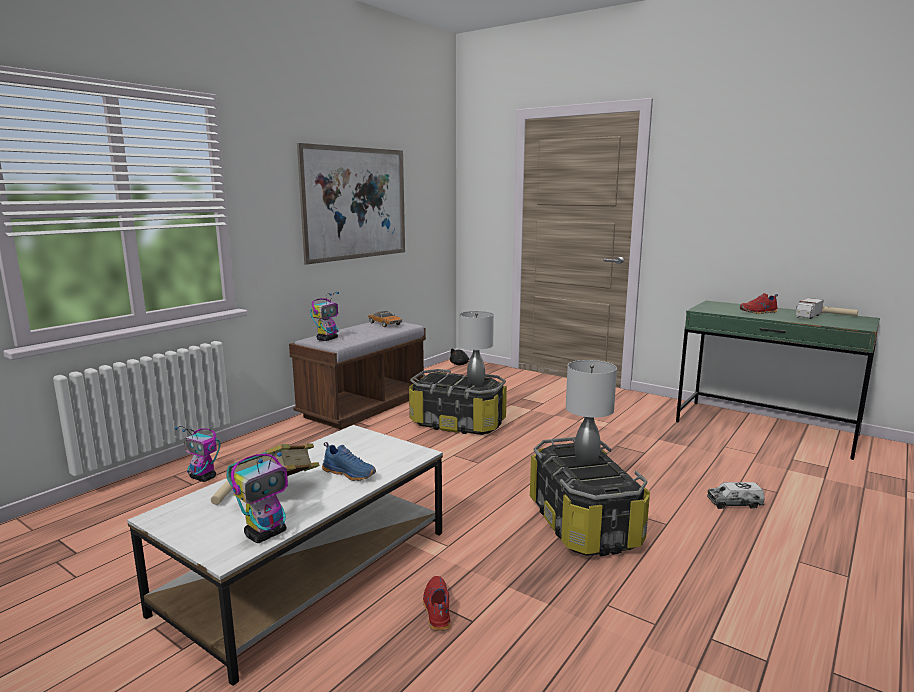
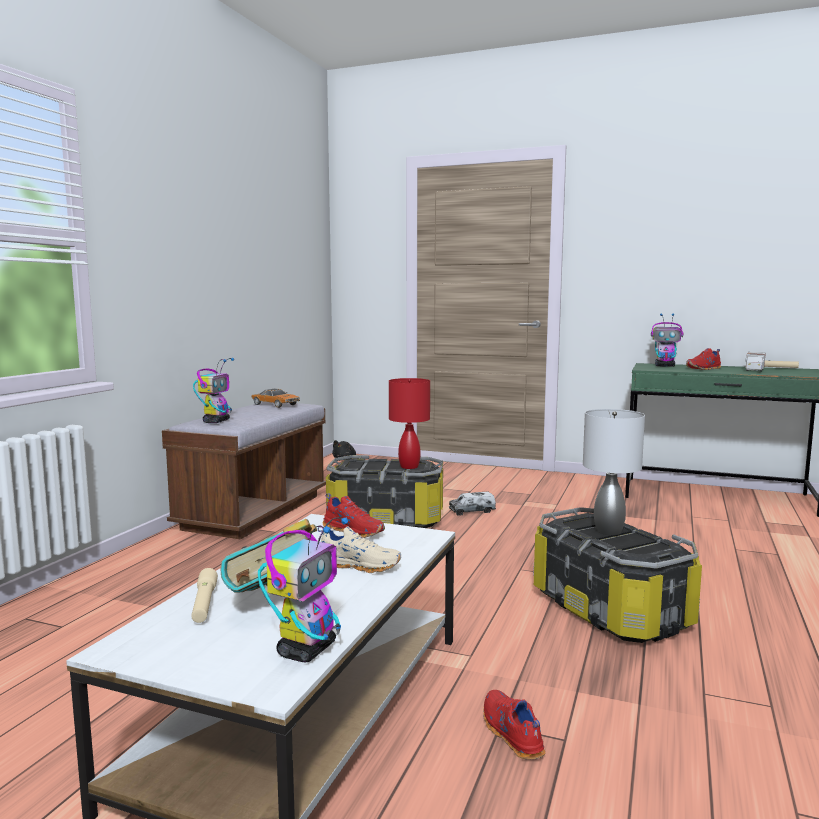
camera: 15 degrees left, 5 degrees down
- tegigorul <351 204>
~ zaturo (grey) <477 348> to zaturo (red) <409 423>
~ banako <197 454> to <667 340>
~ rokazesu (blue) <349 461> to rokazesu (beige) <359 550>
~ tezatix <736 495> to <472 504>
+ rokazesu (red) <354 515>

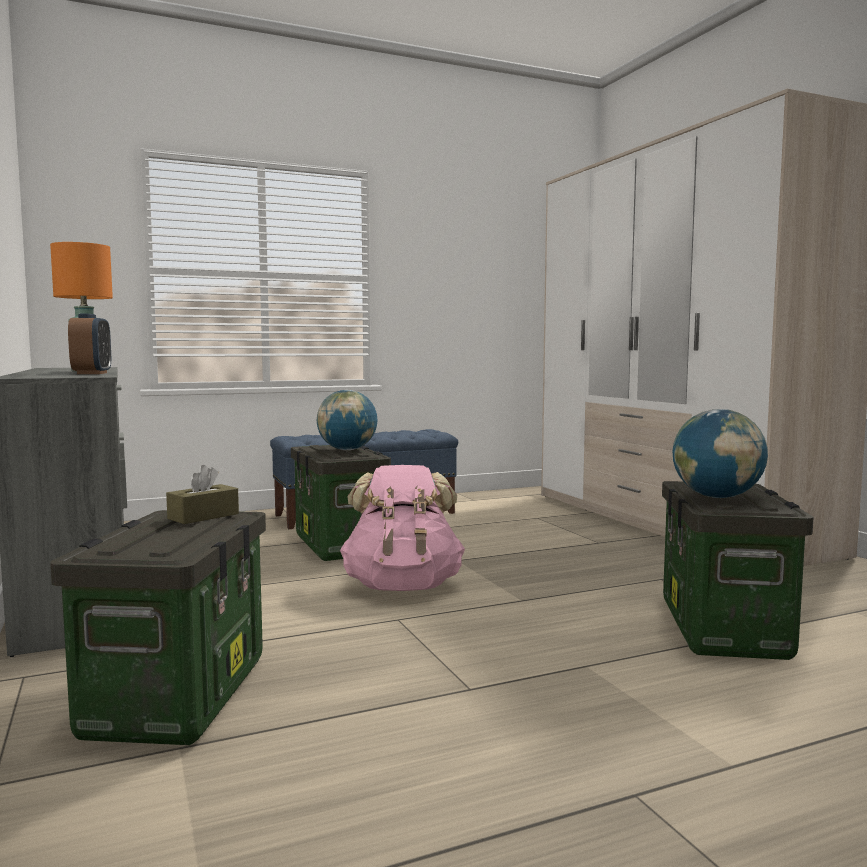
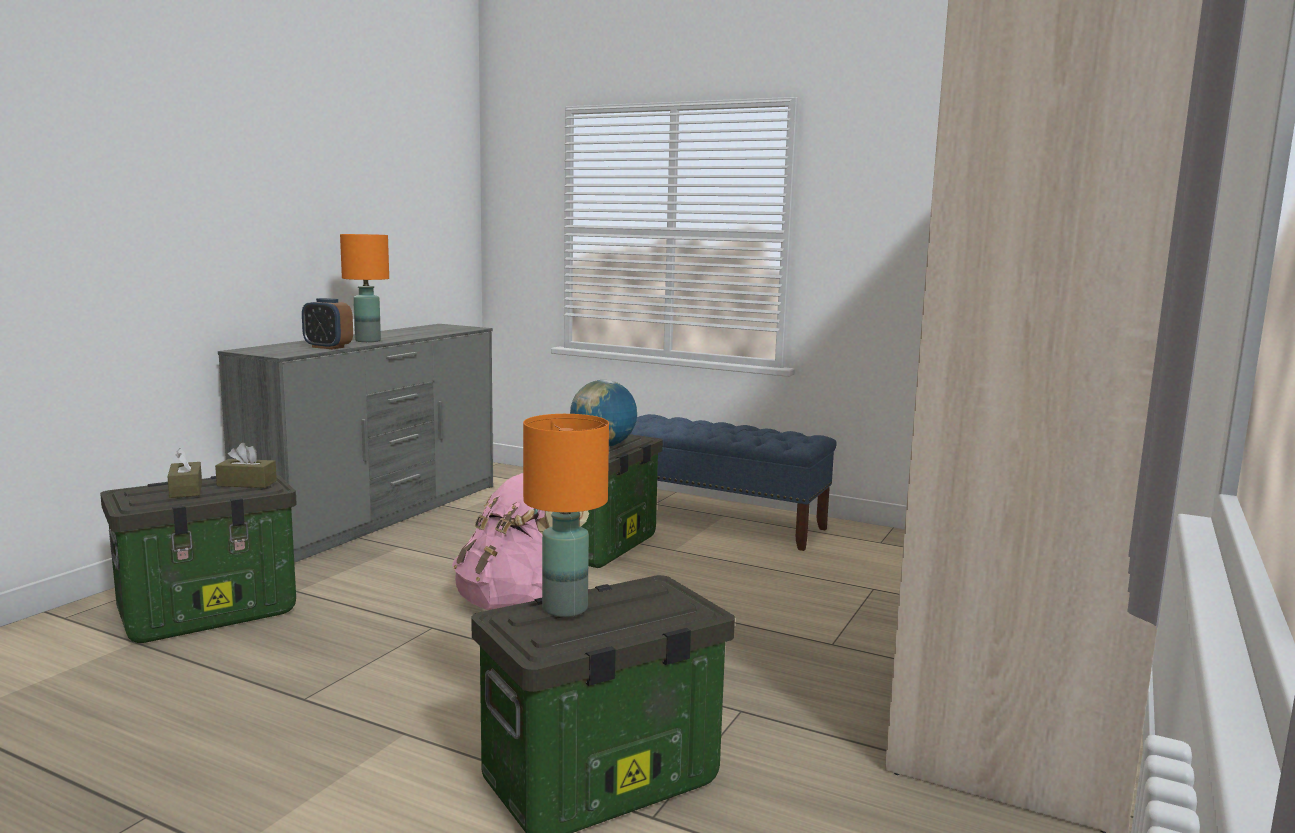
camera: 50 degrees right, 5 degrees up
~ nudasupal <89 344> = <327 323> 75 degrees clockwise
~ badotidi <720 453> to zaturo (orange) <566 515>
+ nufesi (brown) <184 473>

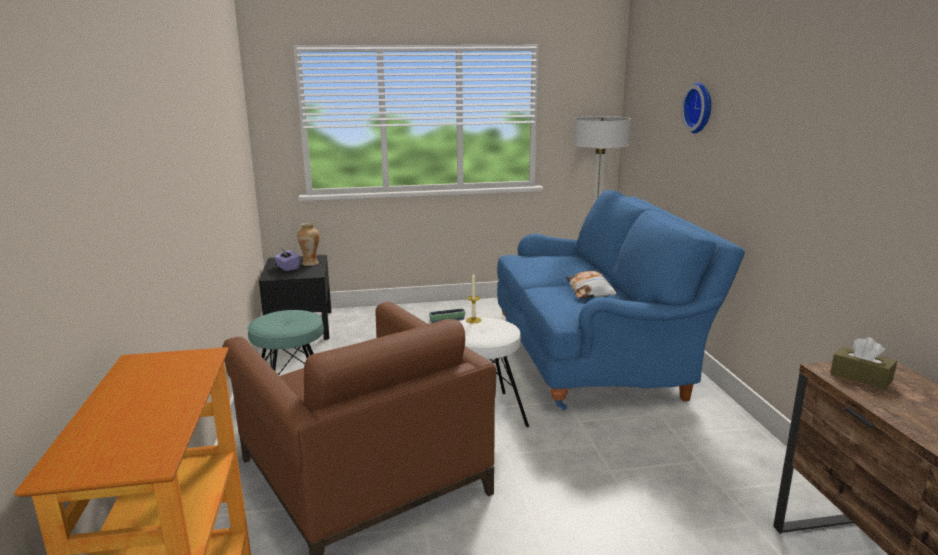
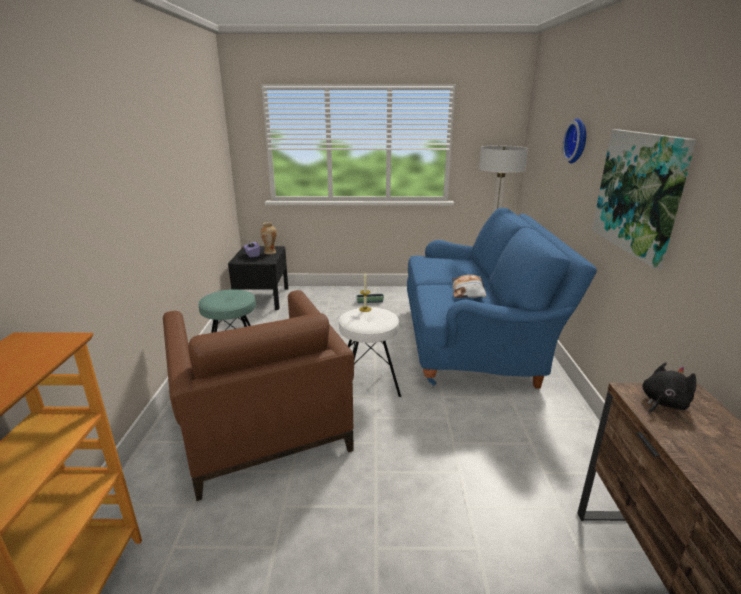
camera: 10 degrees right, 5 degrees up
~ nufesi (brown) <864 363> to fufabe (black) <669 388>
+ tegigorul <644 199>

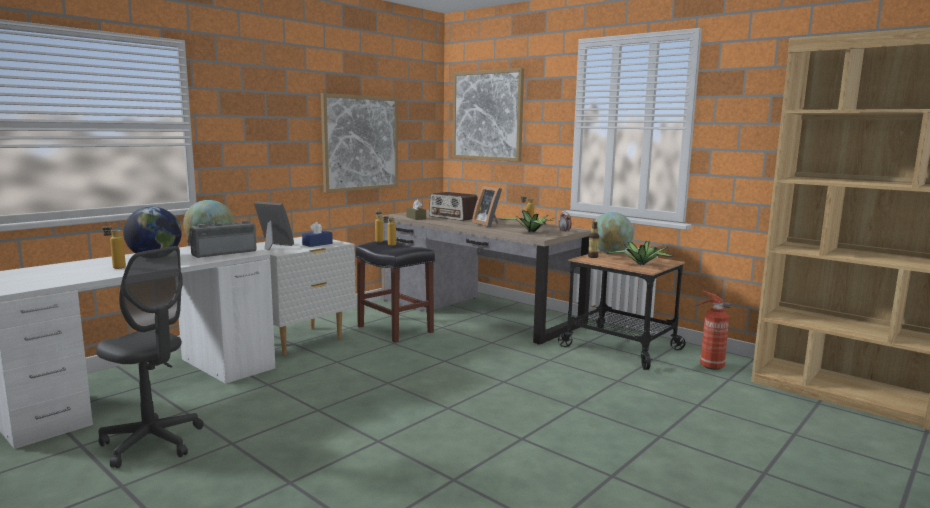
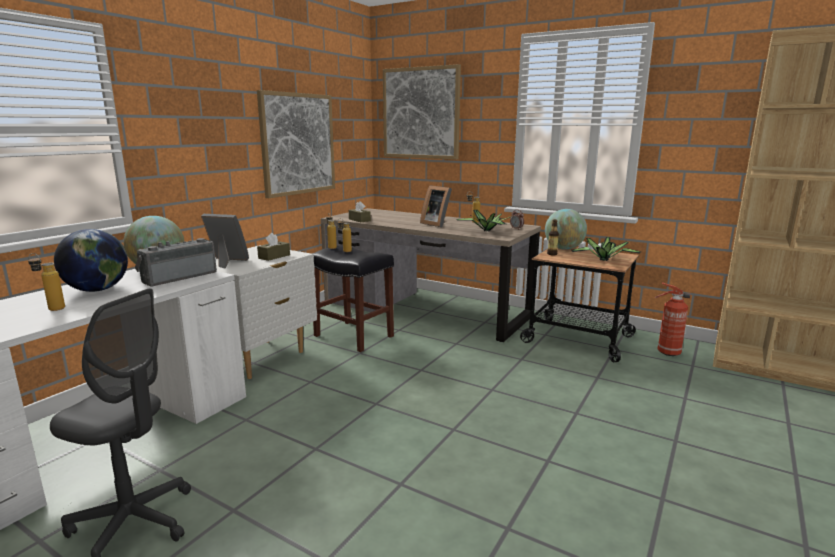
camera: 10 degrees left, 5 degrees up
- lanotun <453 206>
~ nufesi (blue) <317 234> to nufesi (brown) <273 247>

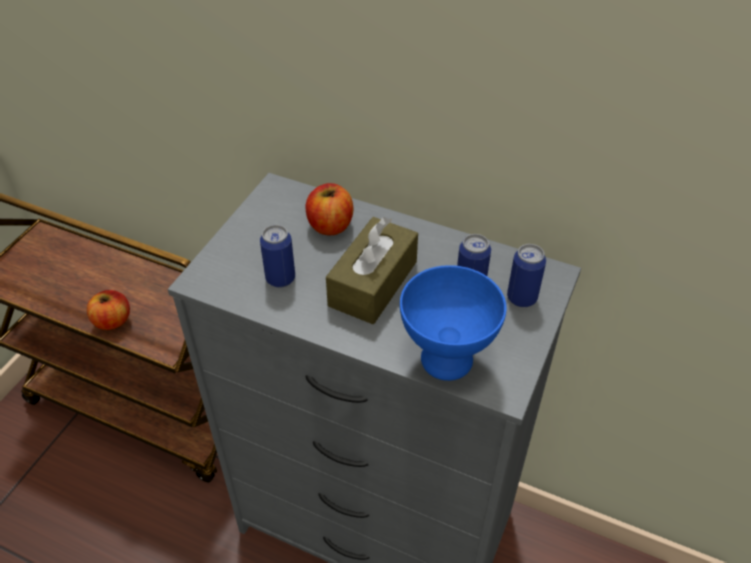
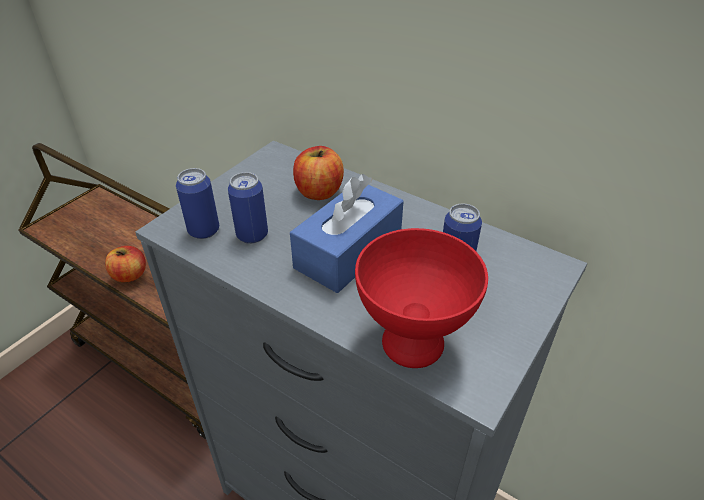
camera: 10 degrees right, 5 degrees down
~ nufesi (brown) <372 270> to nufesi (blue) <347 233>
~ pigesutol <526 275> to <197 203>
~ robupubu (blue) <453 323> to robupubu (red) <421 298>

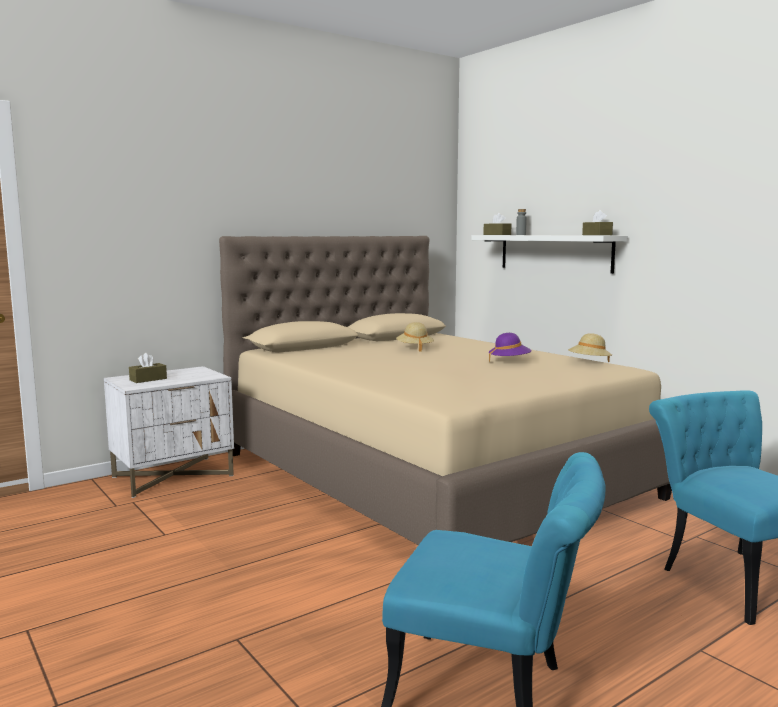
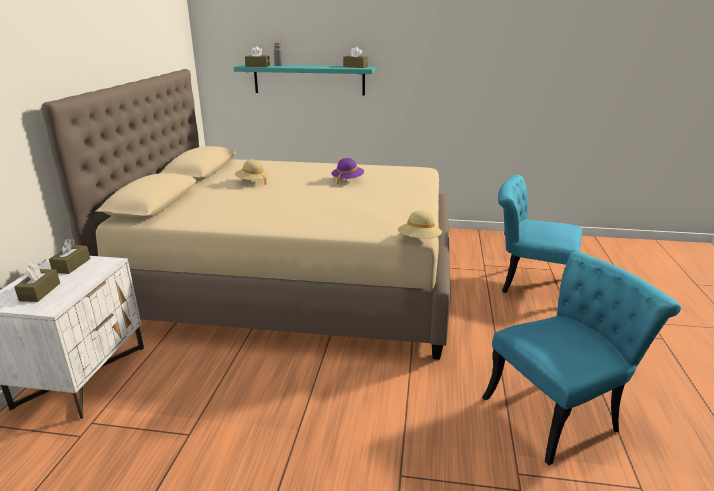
camera: 45 degrees left, 15 degrees up
~ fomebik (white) <549 254> to fomebik (turquoise) <305 80>
~ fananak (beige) <590 347> to <420 224>
+ nufesi (brown) <69 256>

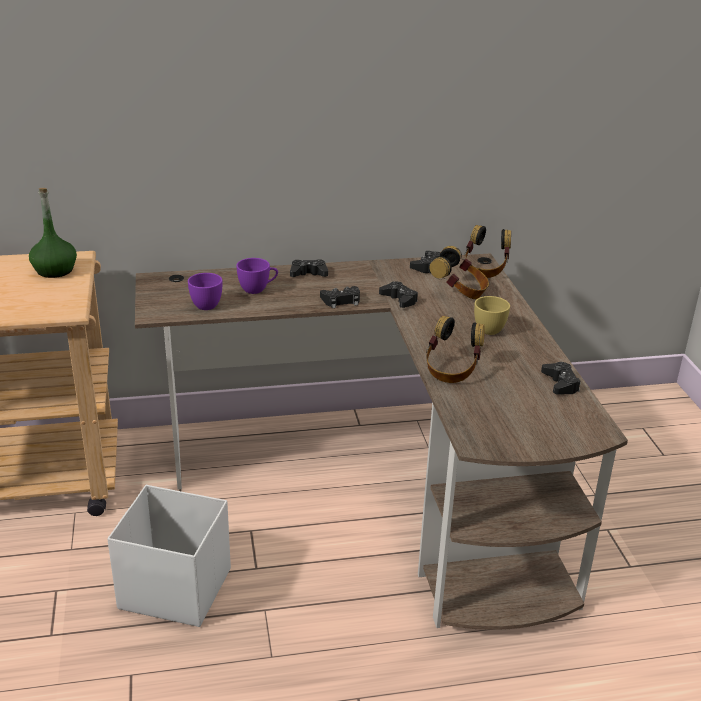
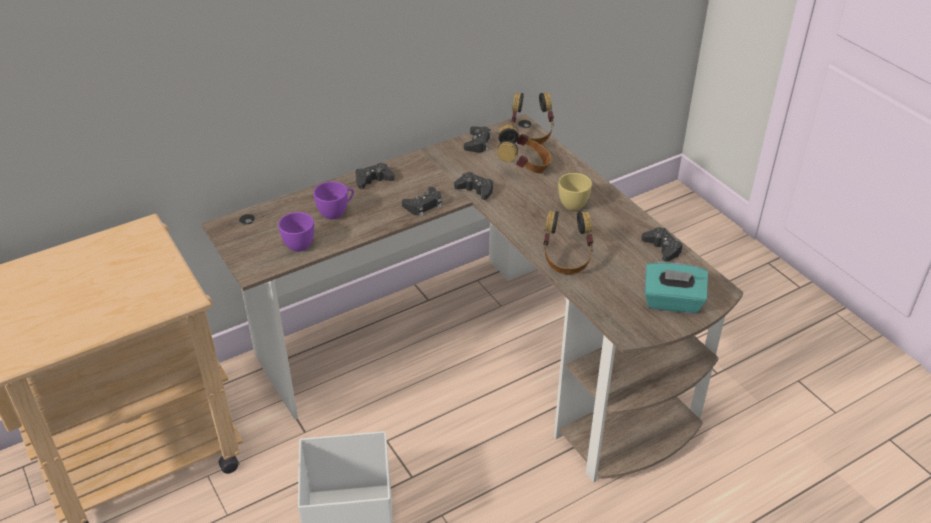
camera: 20 degrees left, 10 degrees up
- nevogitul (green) <53 233>
+ nufesi (turquoise) <676 288>

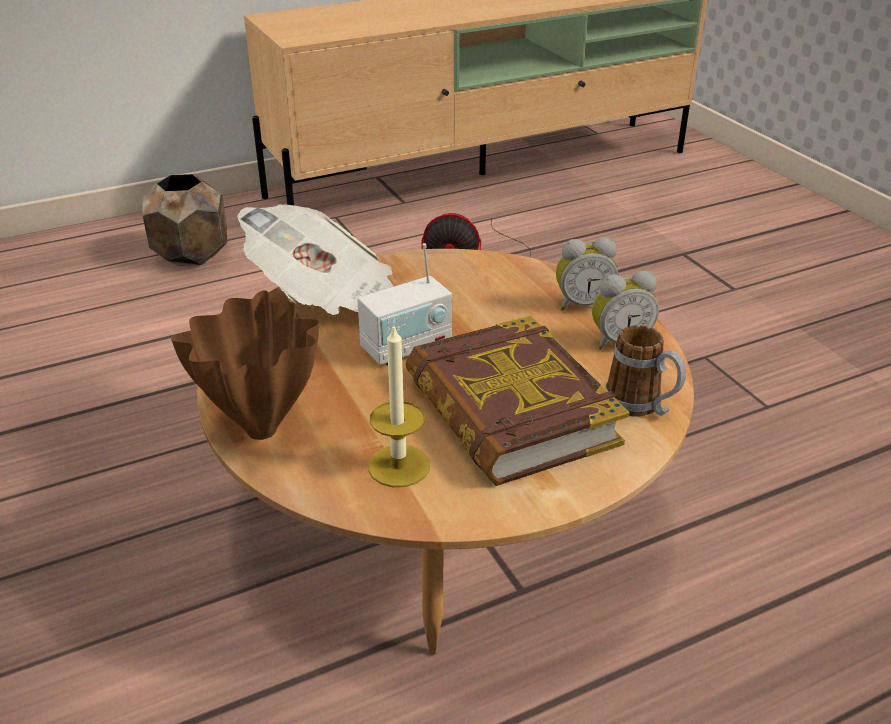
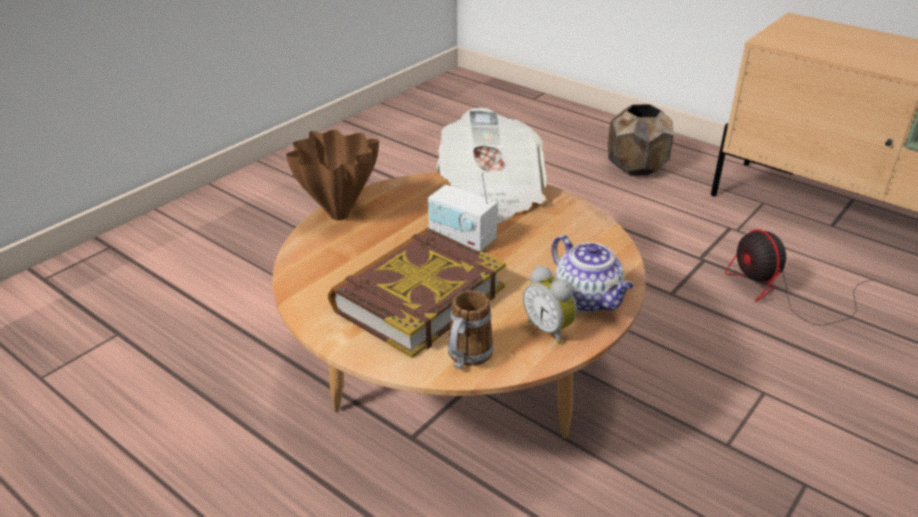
camera: 65 degrees right, 0 degrees up
~ nudasupal <587 274> to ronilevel <592 273>
- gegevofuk <399 405>

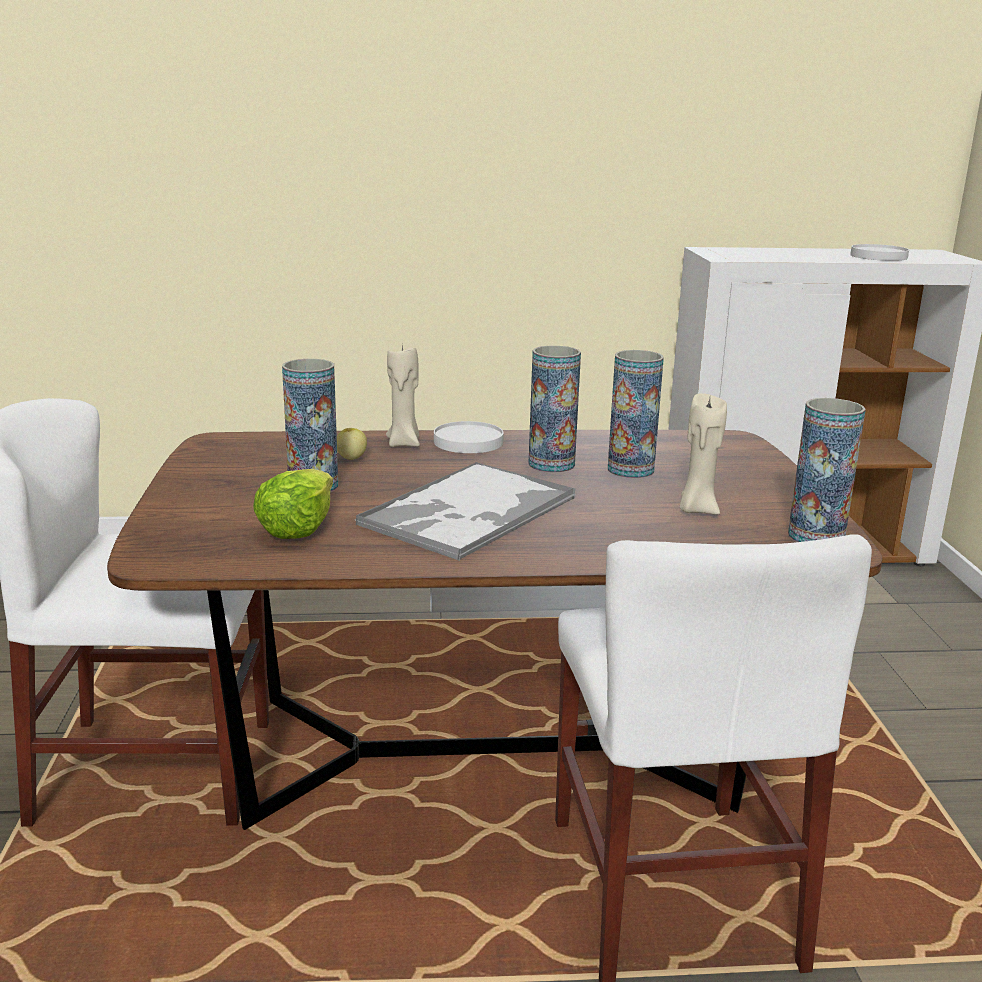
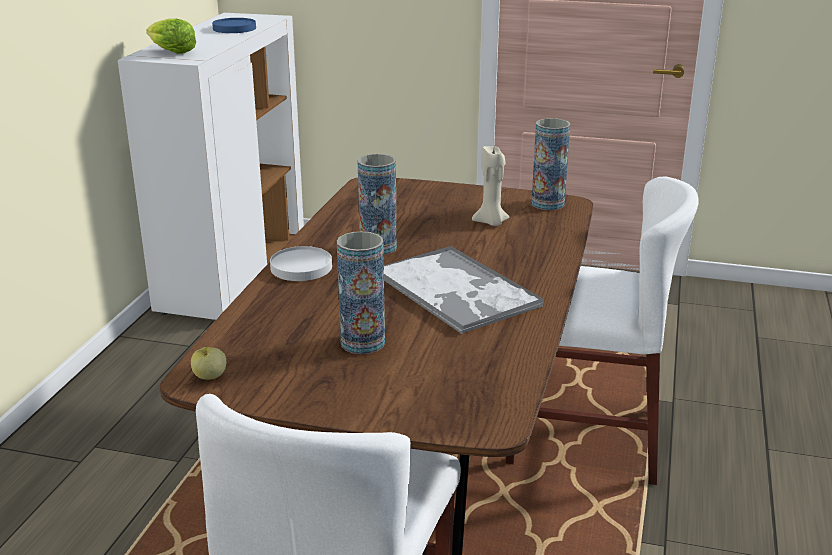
camera: 70 degrees left, 5 degrees up
~ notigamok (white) <879 252> to notigamok (blue) <234 25>
- gegevofuk (beige) <403 395>
- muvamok <636 414>
~ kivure <352 444> to <208 363>
~ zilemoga <293 504> to <171 36>

